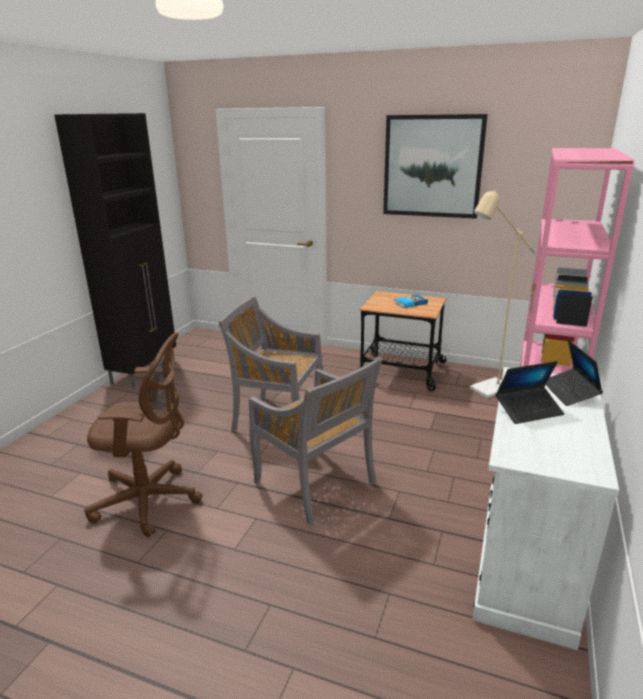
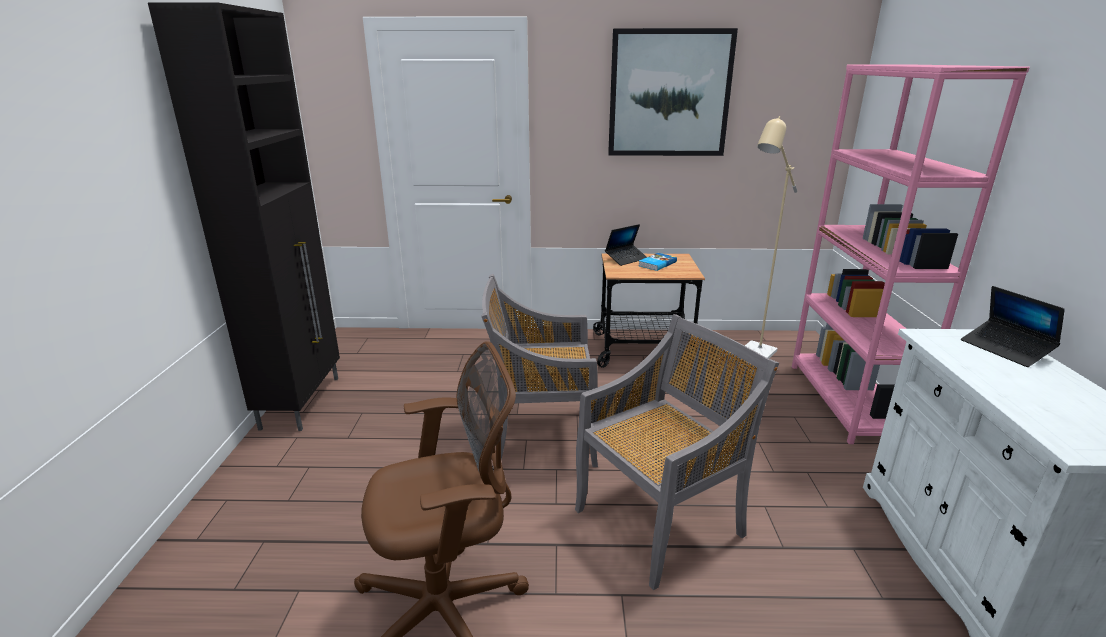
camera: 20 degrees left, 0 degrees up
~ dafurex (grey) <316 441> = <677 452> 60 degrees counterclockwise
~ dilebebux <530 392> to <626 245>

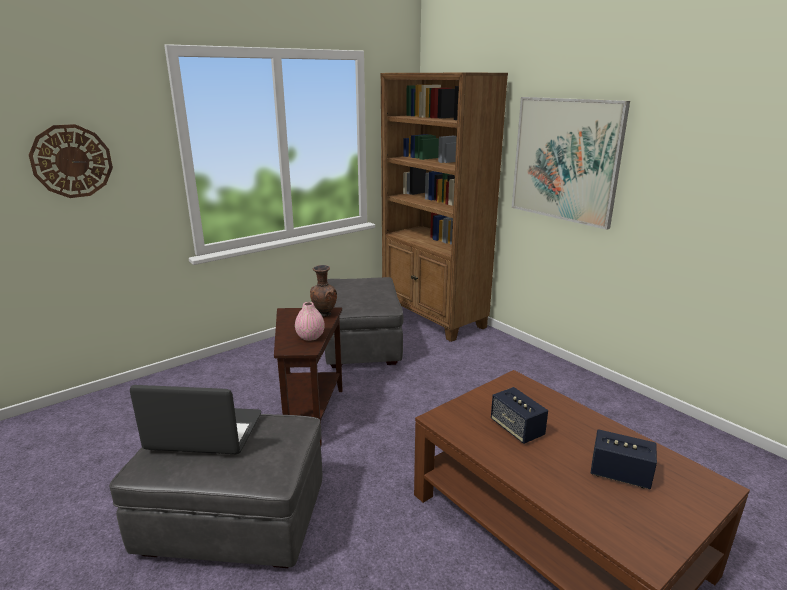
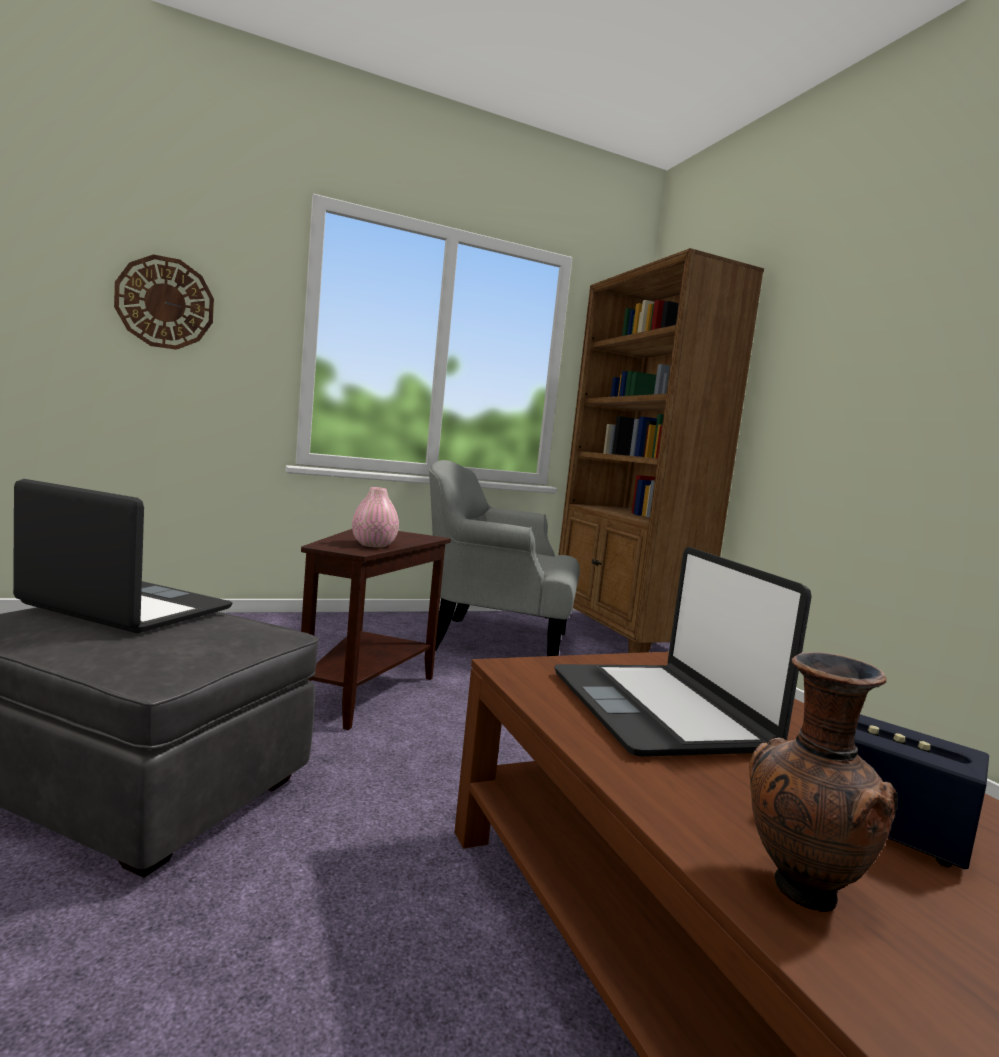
camera: 15 degrees right, 15 degrees down
- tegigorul <571 163>
~ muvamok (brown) <323 291> to <823 782>
~ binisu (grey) <364 322> to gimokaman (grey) <504 558>
~ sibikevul <519 415> to dilebebux <683 652>

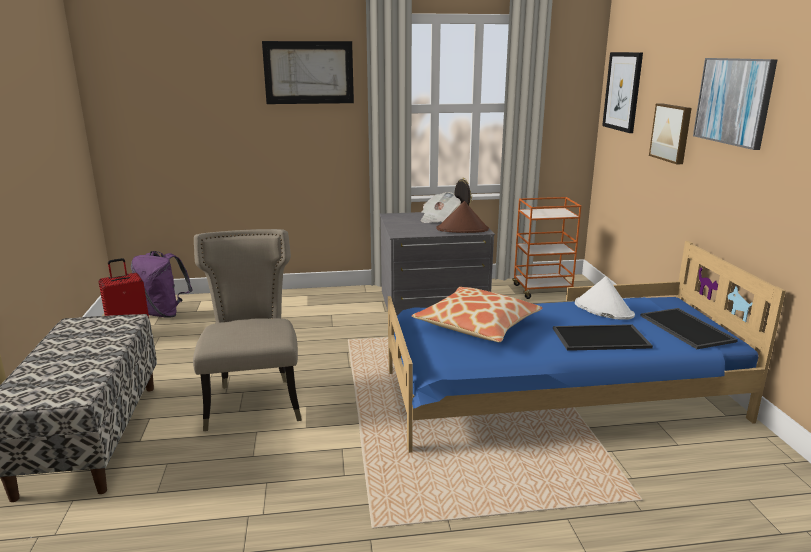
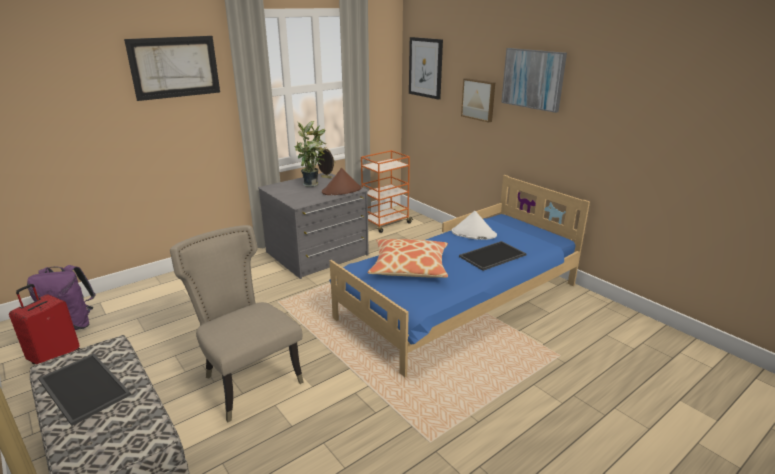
camera: 30 degrees left, 5 degrees up
~ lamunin <440 207> to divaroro <310 153>
~ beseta <689 328> to <84 389>

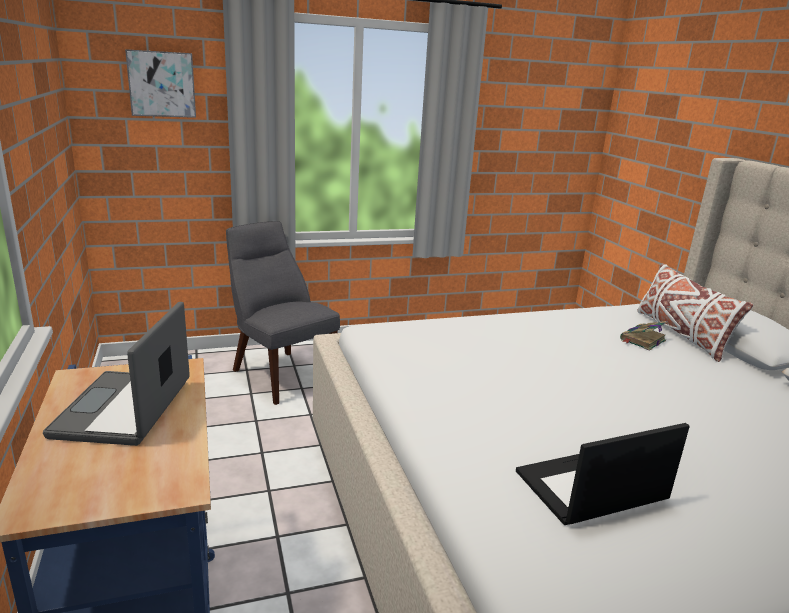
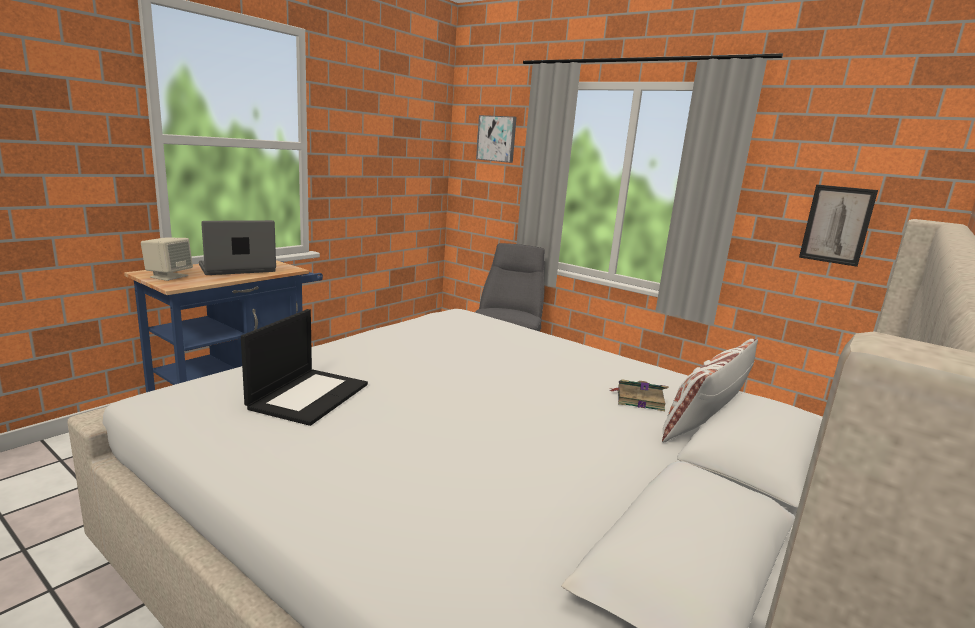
camera: 55 degrees right, 5 degrees down
~ dilebebux <603 474> = <304 367> 75 degrees clockwise
+ tegigorul <838 226>
+ sibikevul (beige) <167 259>

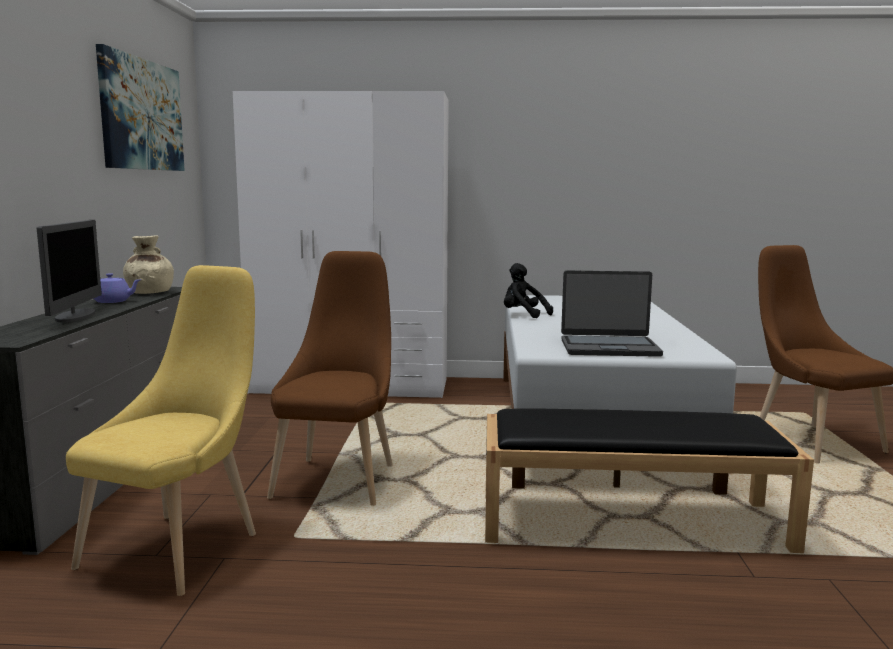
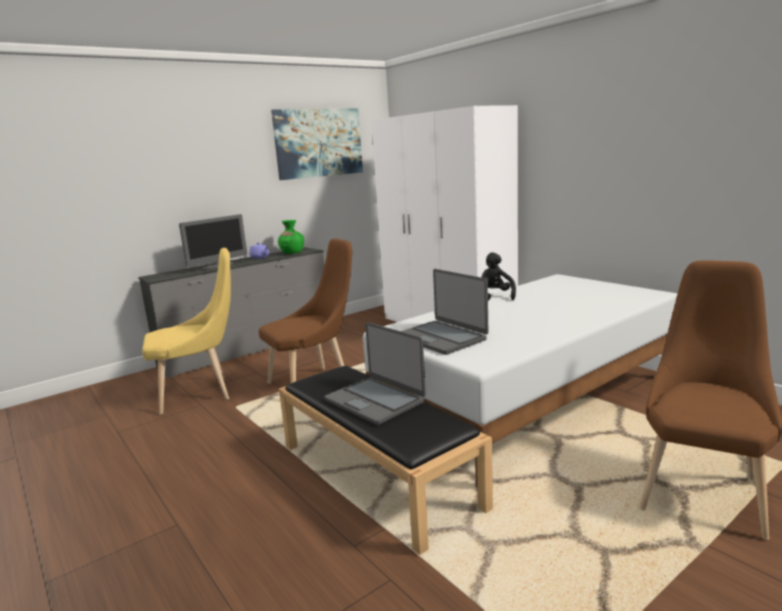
camera: 50 degrees right, 5 degrees up
~ muvamok (beige) <148 265> to muvamok (green) <291 237>
+ dilebebux <375 373>

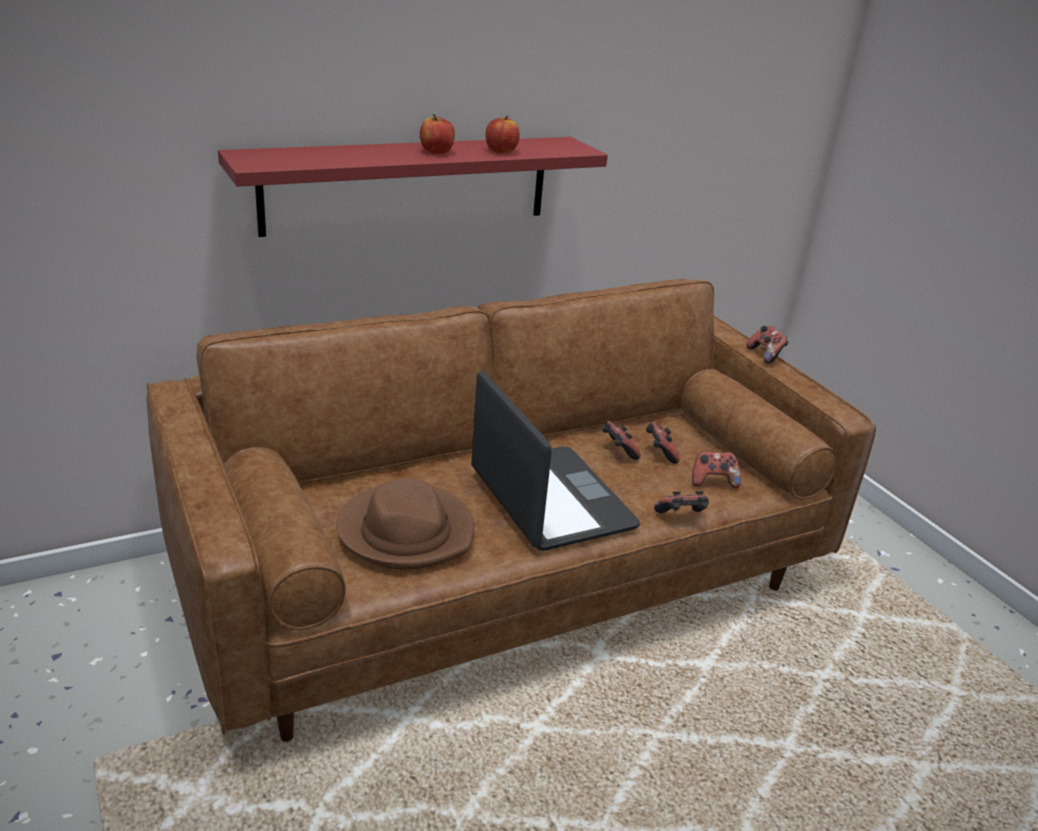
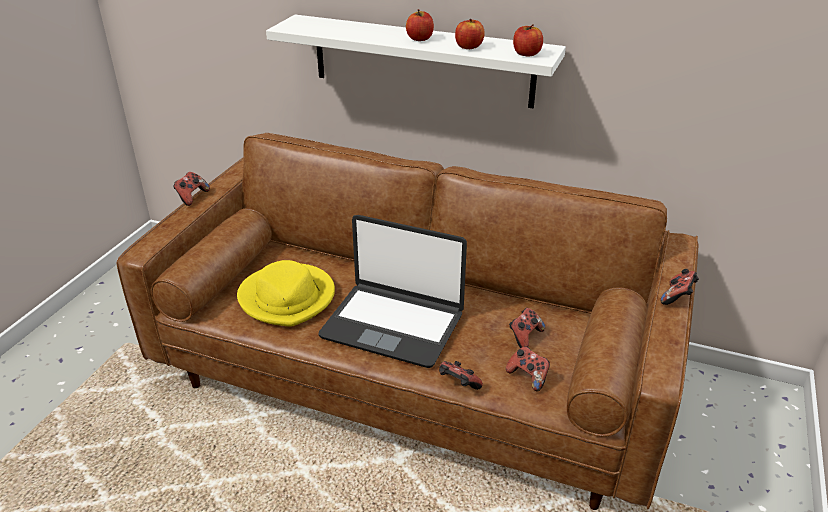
camera: 50 degrees right, 5 degrees up
~ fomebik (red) <413 187> to fomebik (white) <416 61>
~ dilebebux <555 461> = <393 291> 90 degrees clockwise
~ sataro <621 440> to <191 189>
~ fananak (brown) <405 524> to fananak (yellow) <286 293>
+ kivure <528 40>

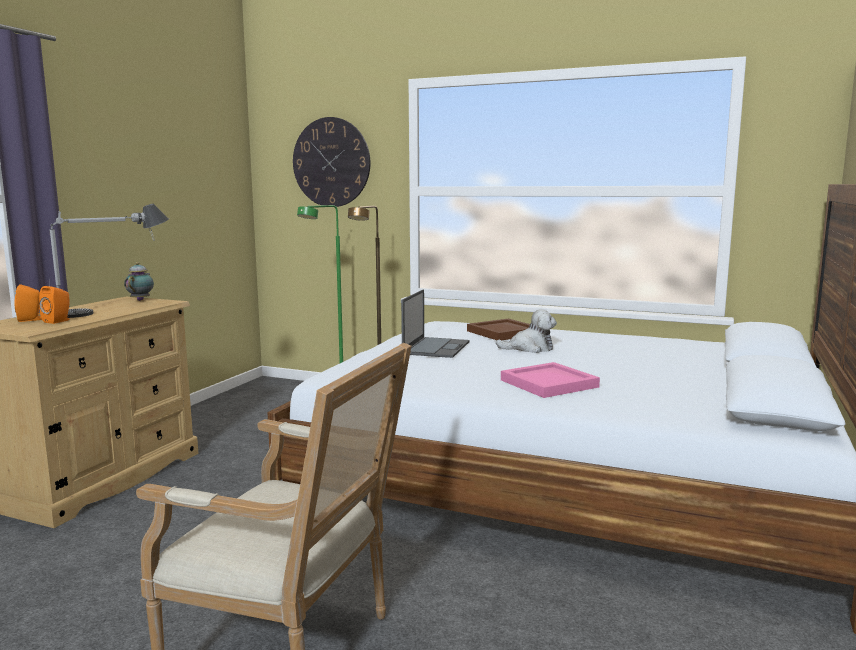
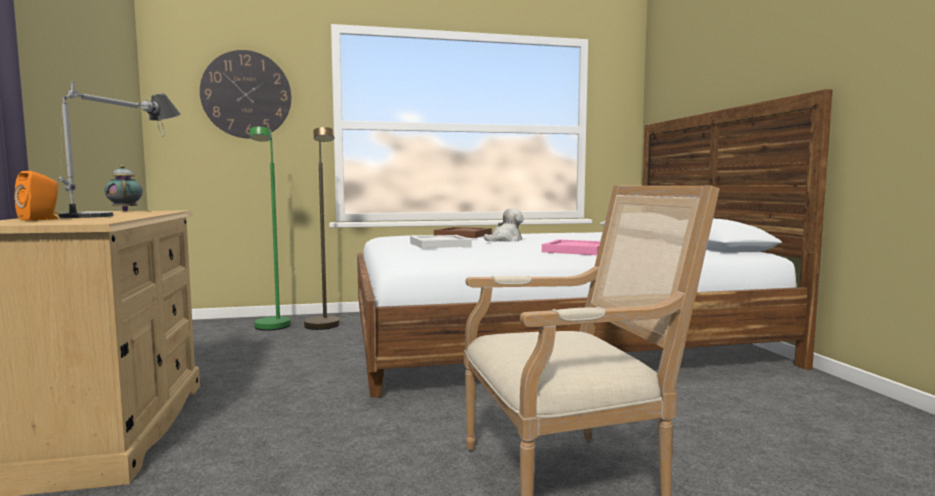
camera: 35 degrees left, 5 degrees down
- sibikevul (orange) <54 305>
~ dilebebux <435 324> to beseta (white) <441 241>

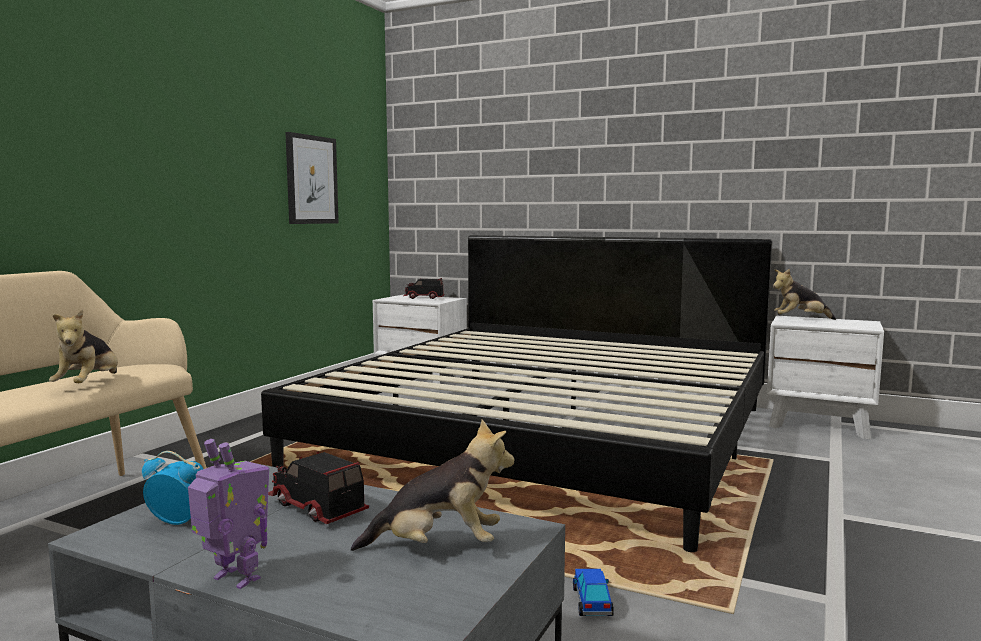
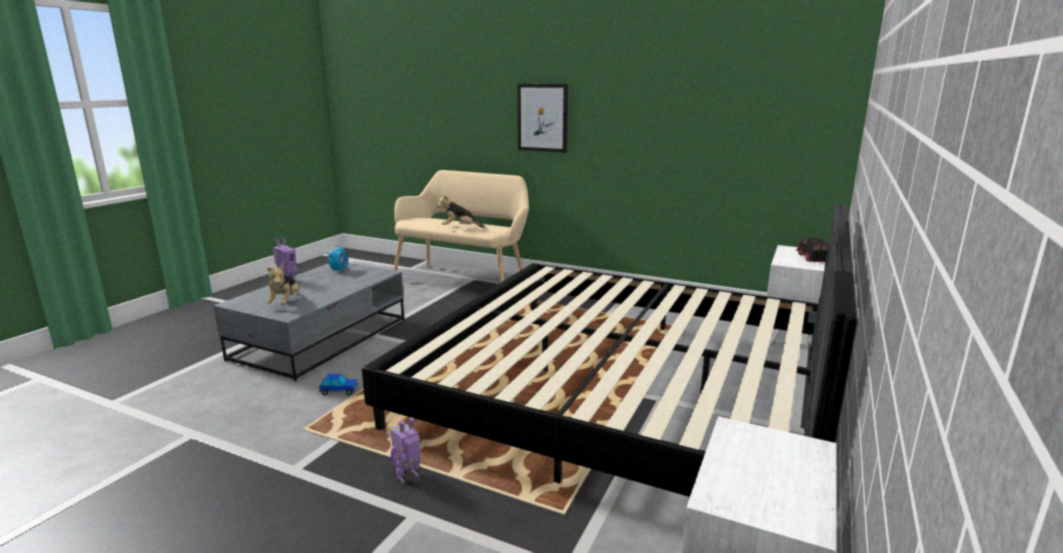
camera: 90 degrees right, 10 degrees up
~ tegigorul <312 178> to <543 118>
- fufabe <804 294>
- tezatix <318 487>
+ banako <405 450>

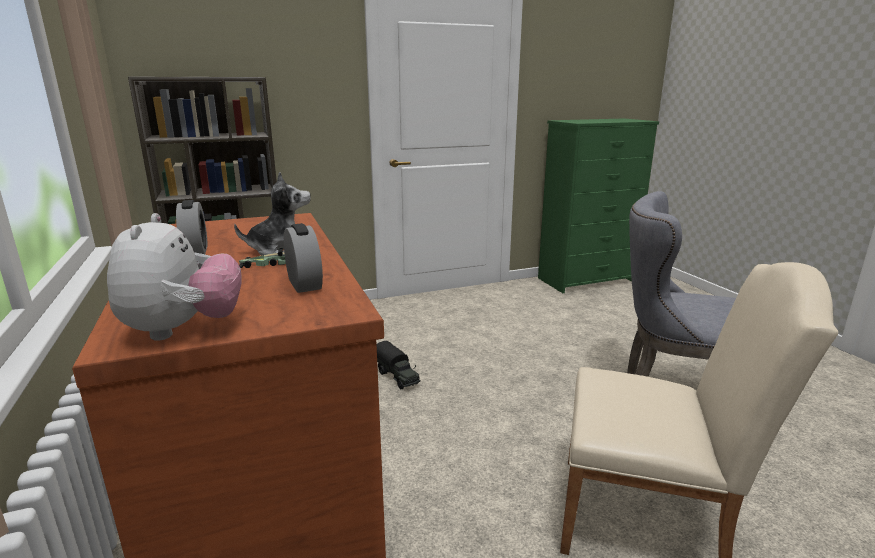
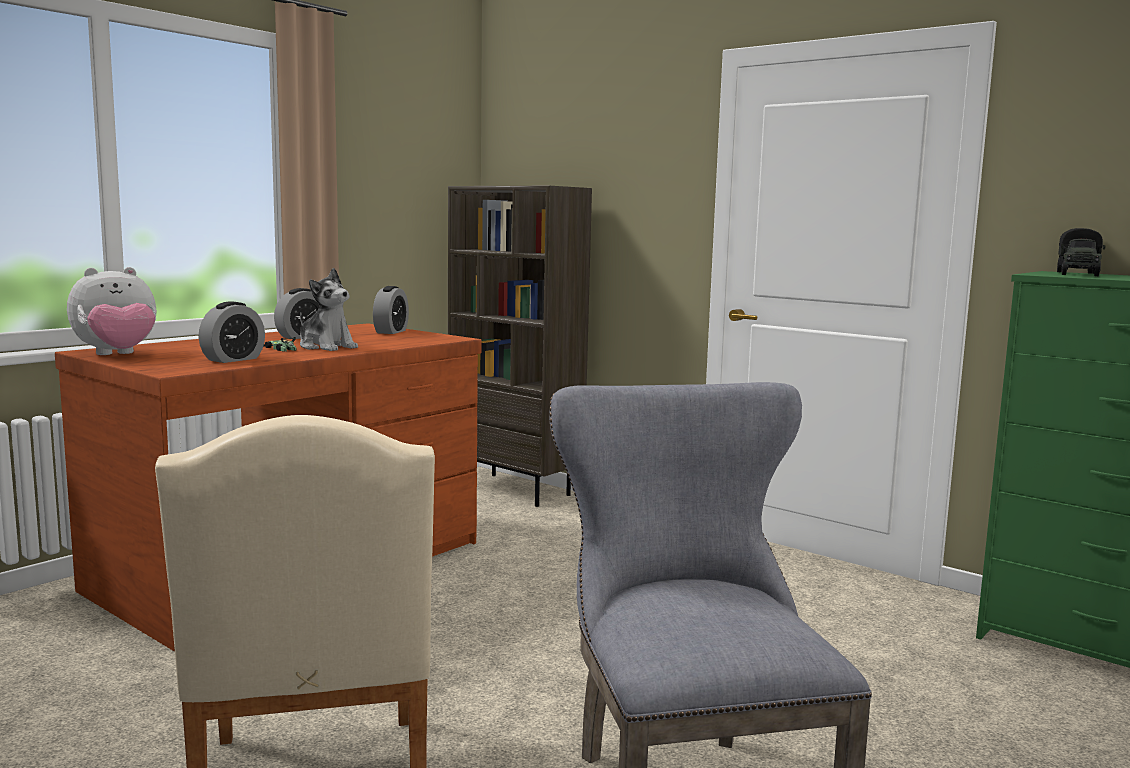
camera: 60 degrees right, 10 degrees down
~ tezatix <399 365> to <1081 252>
+ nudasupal <391 310>

